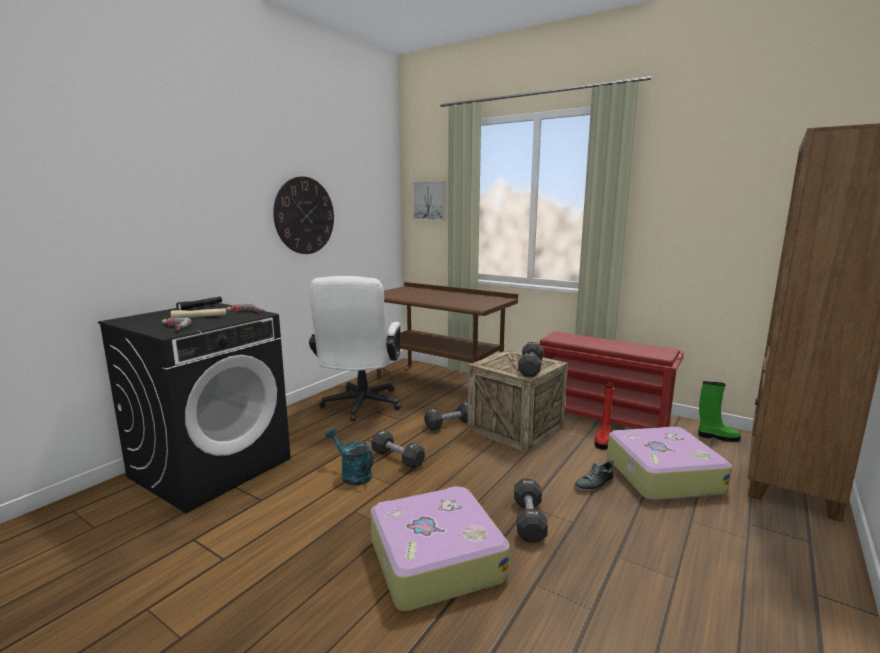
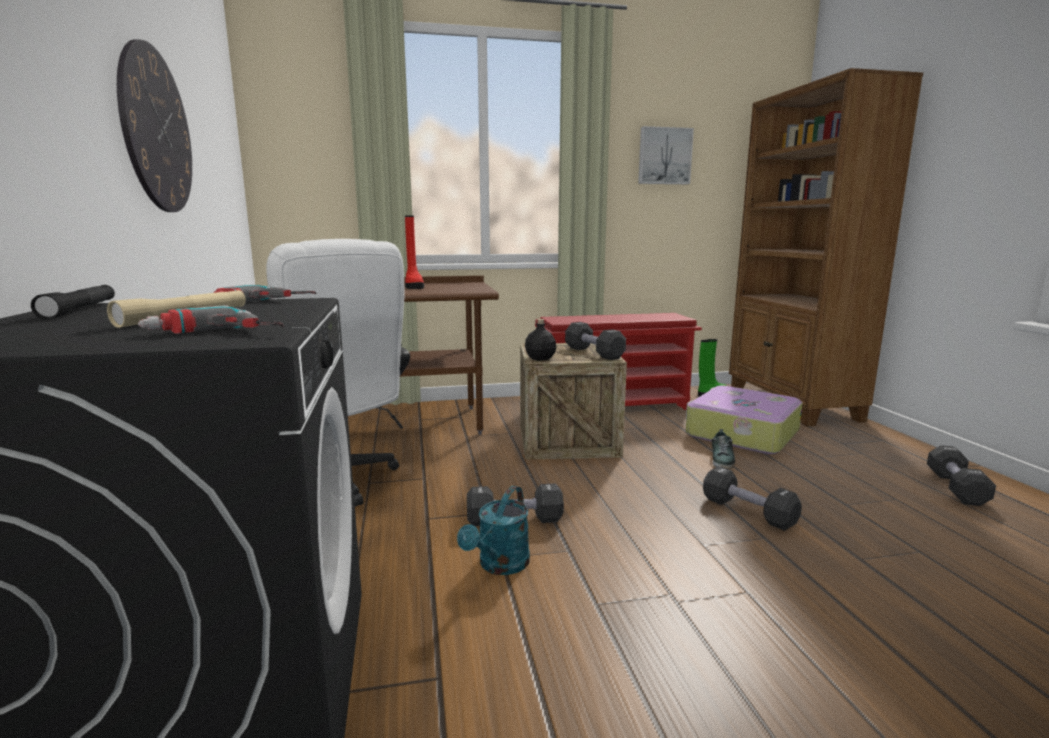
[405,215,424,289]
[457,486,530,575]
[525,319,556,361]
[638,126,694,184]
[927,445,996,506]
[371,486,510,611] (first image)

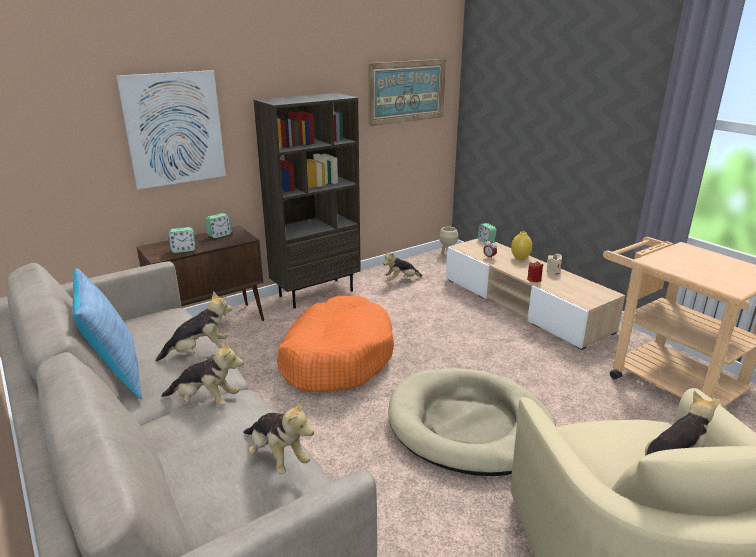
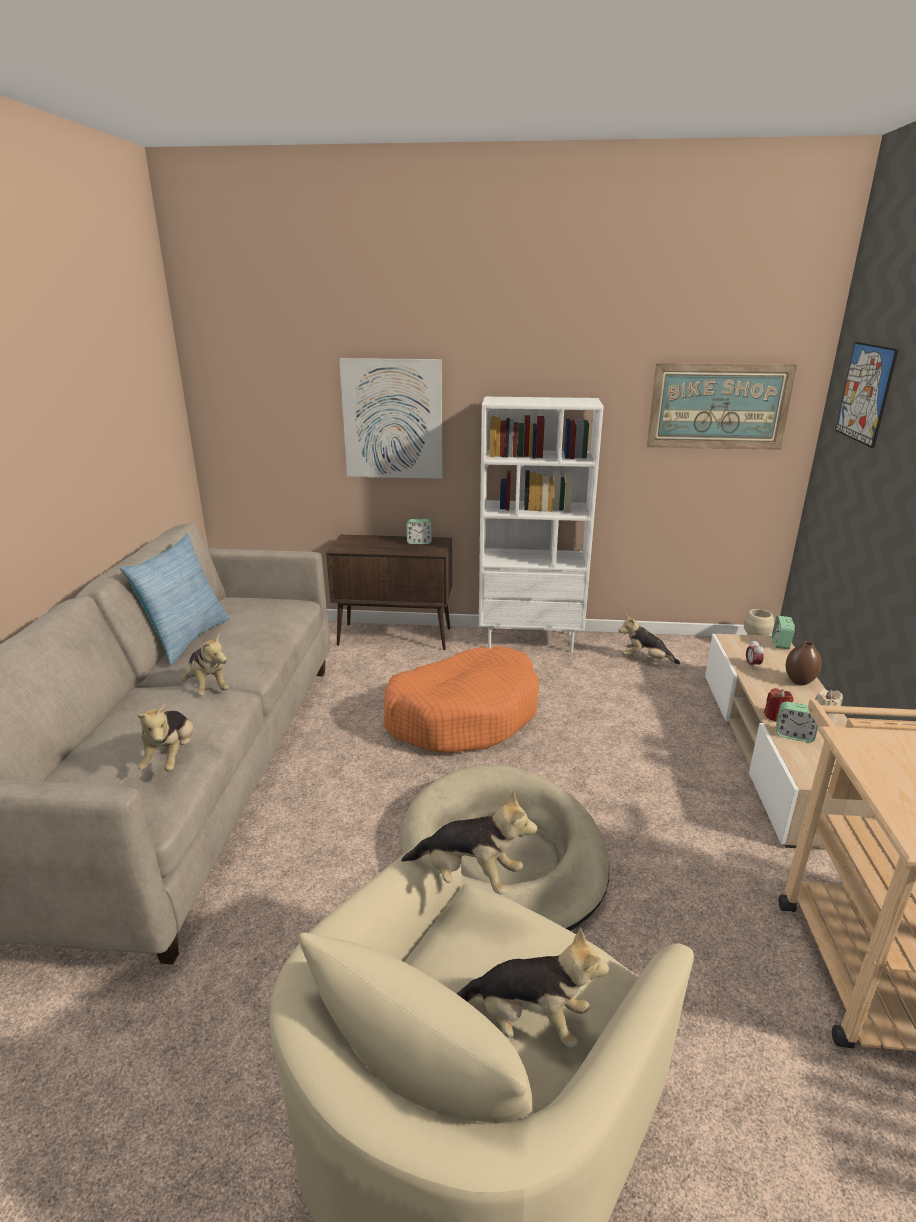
[401,790,537,895]
[479,397,604,652]
[776,702,818,742]
[786,641,822,685]
[835,342,899,448]

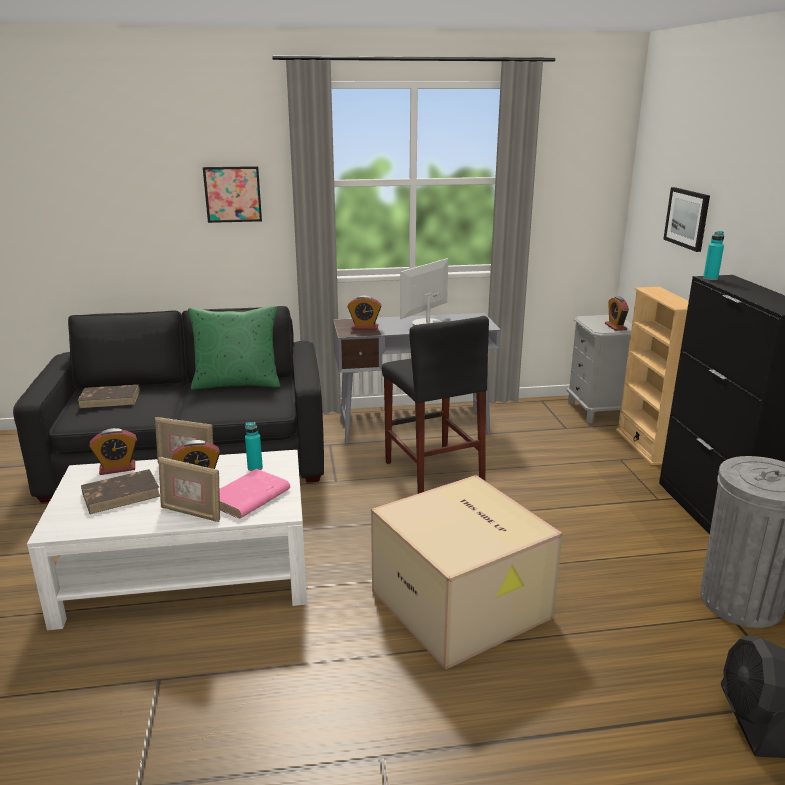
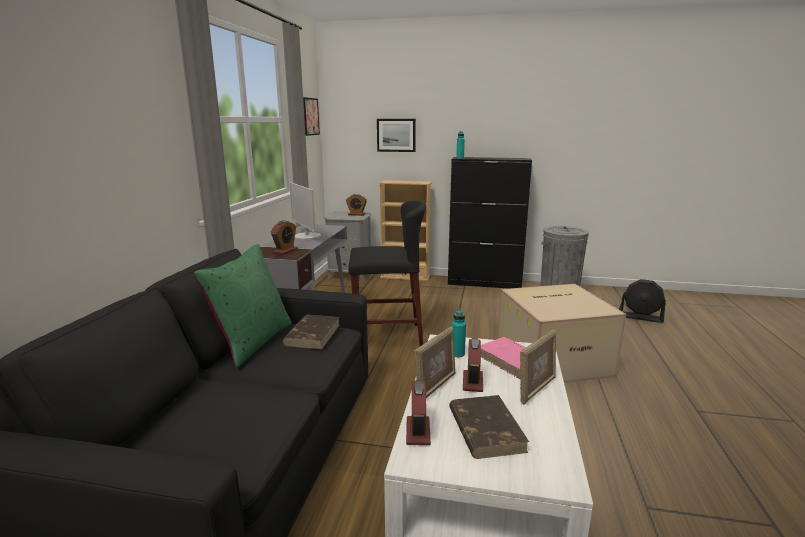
[282,315,340,349]
[303,97,320,136]

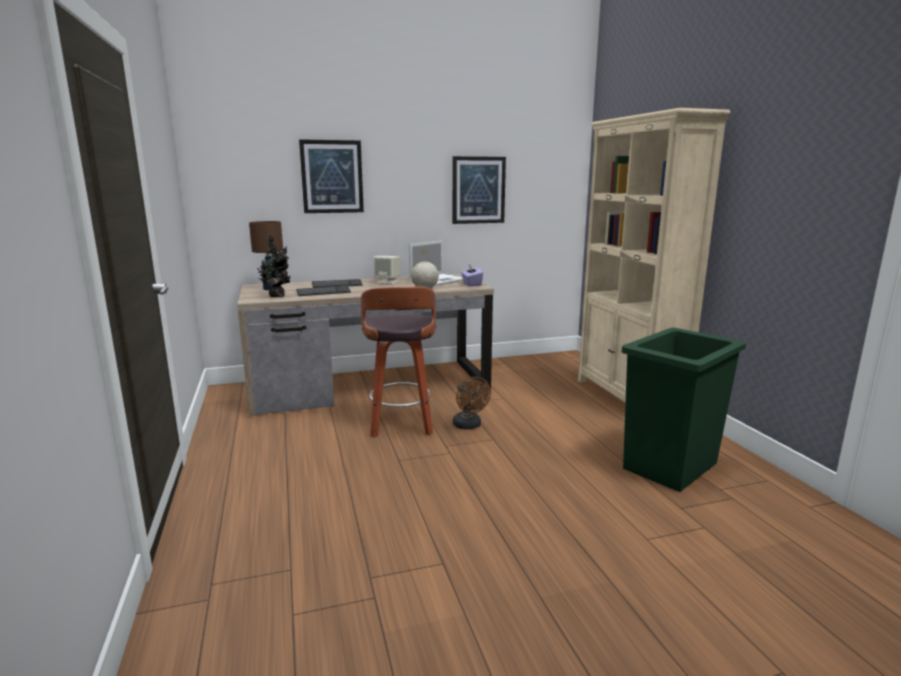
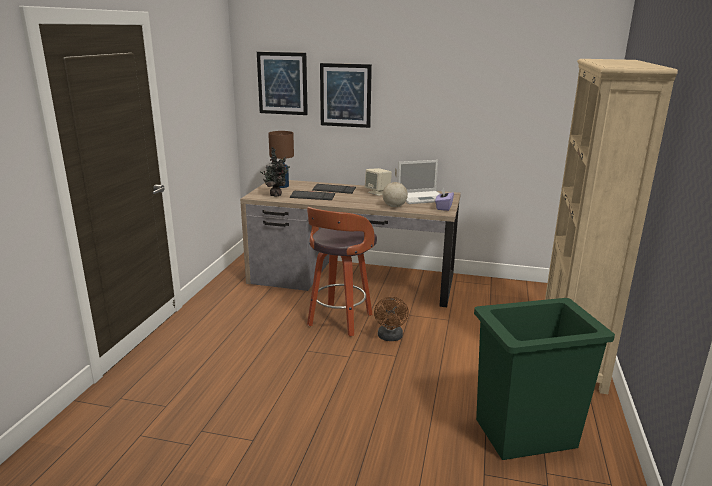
[257,52,308,115]

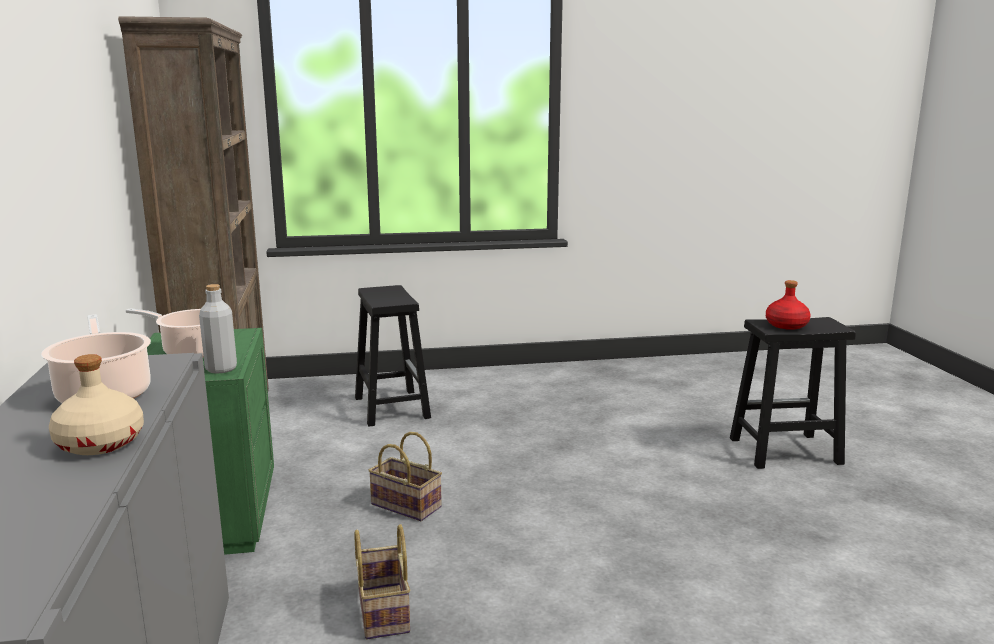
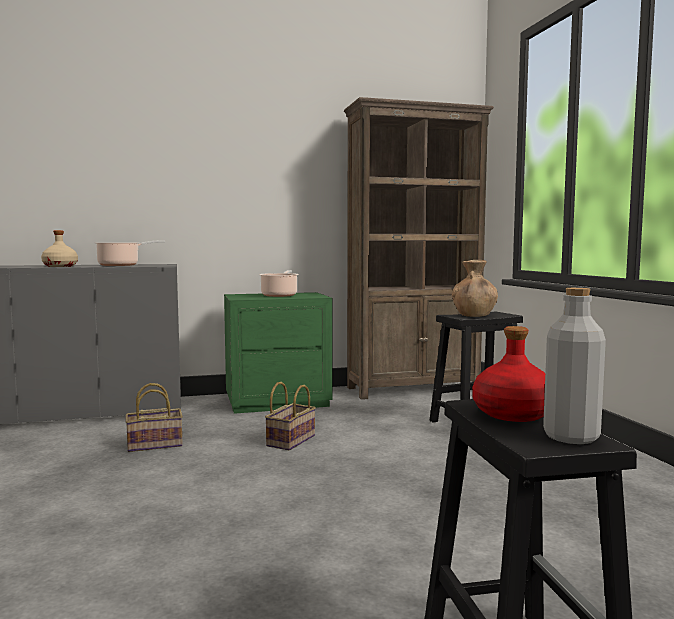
[452,260,498,317]
[543,288,606,444]

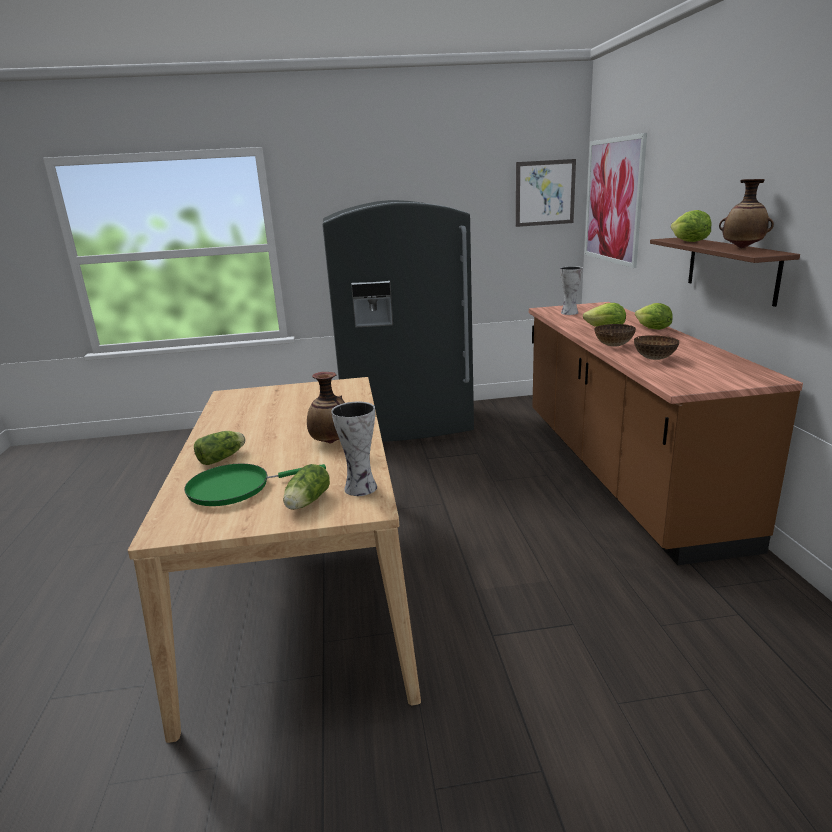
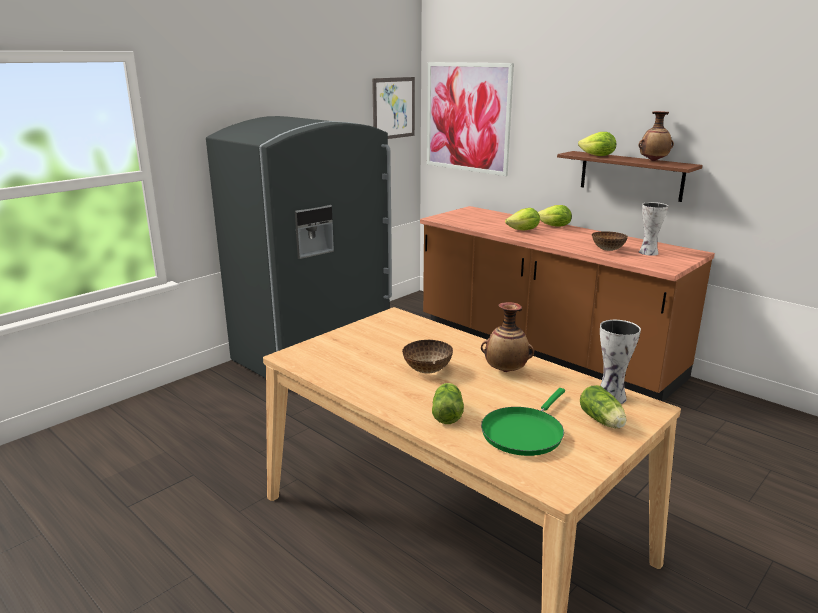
[402,340,453,374]
[639,202,668,256]

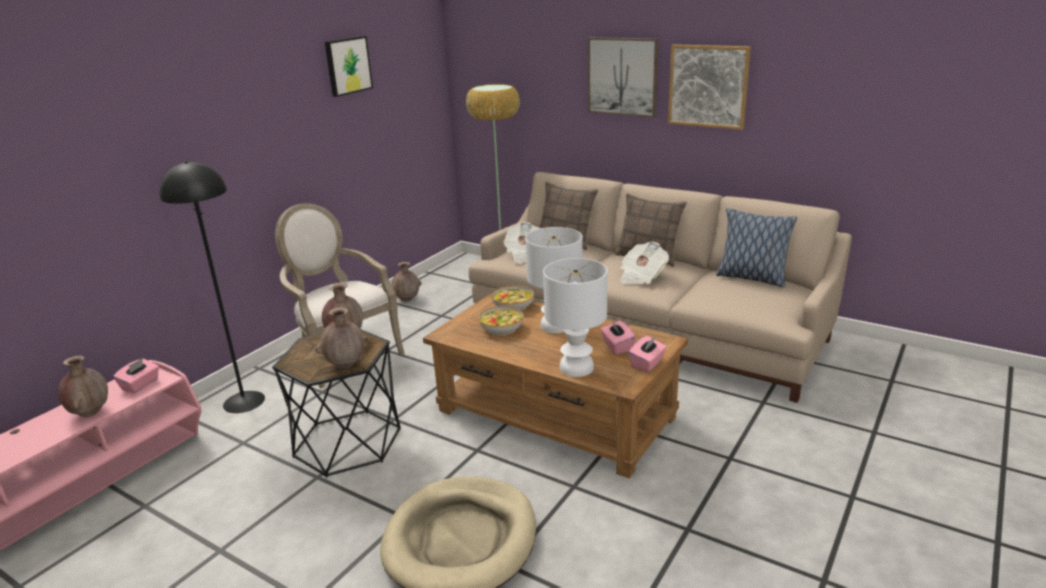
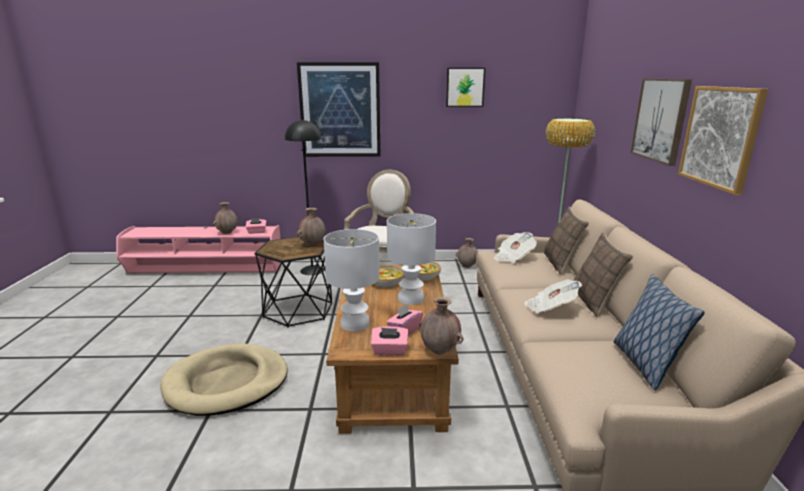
[297,62,381,157]
[419,297,463,355]

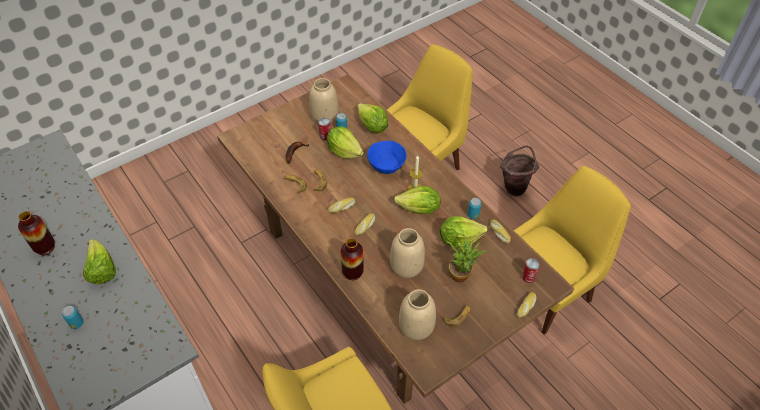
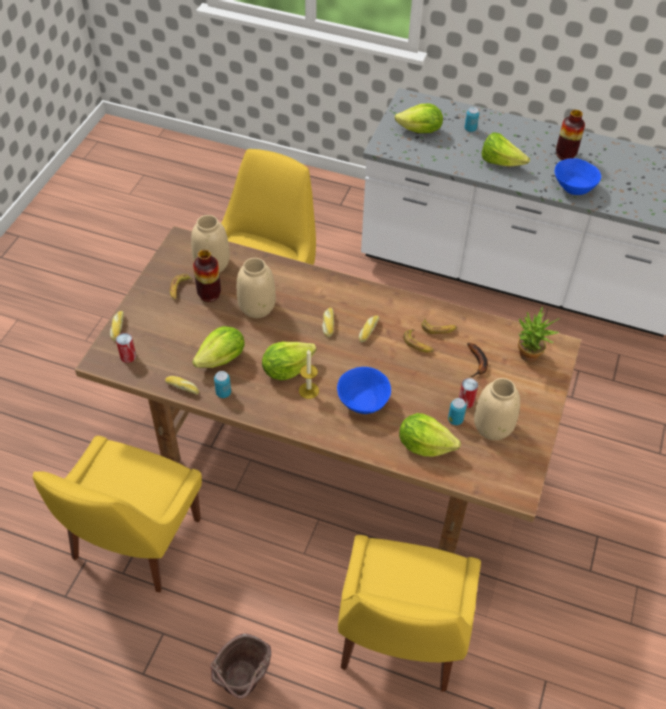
[193,250,221,302]
[395,104,443,133]
[518,306,560,362]
[555,158,601,195]

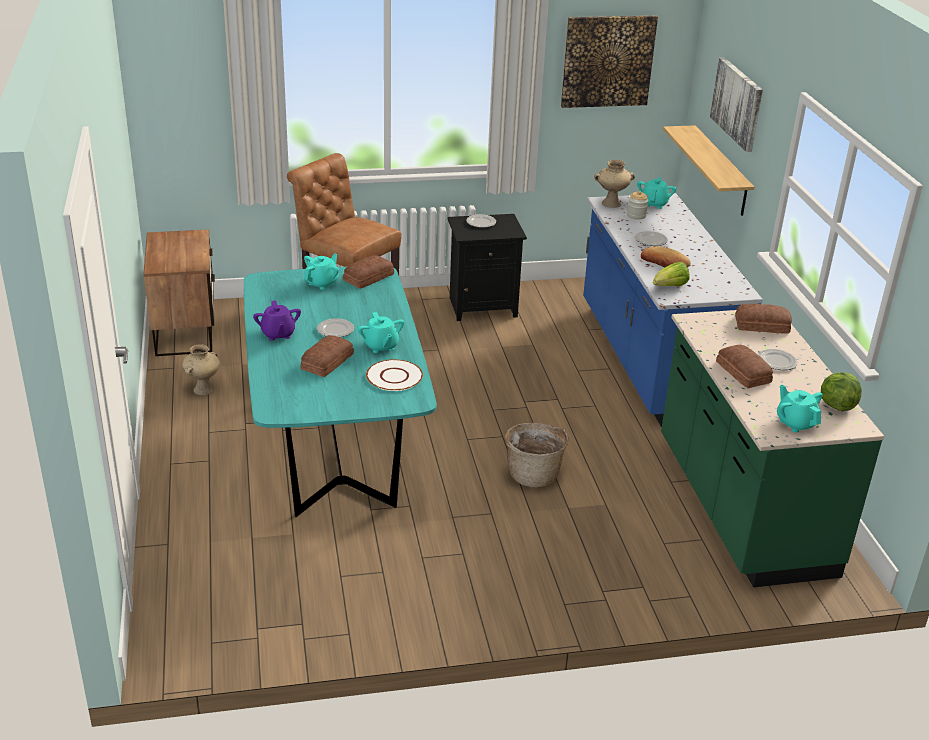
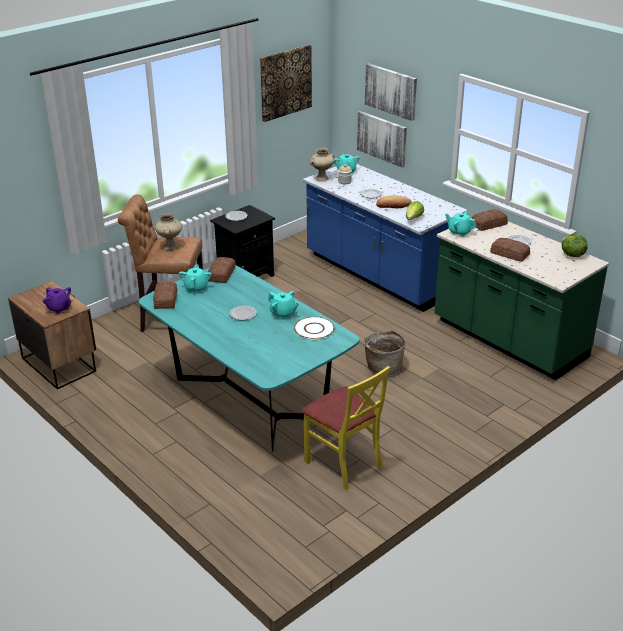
[43,287,71,314]
[153,282,177,309]
[155,213,182,251]
[302,366,390,490]
[357,111,407,168]
[445,211,477,237]

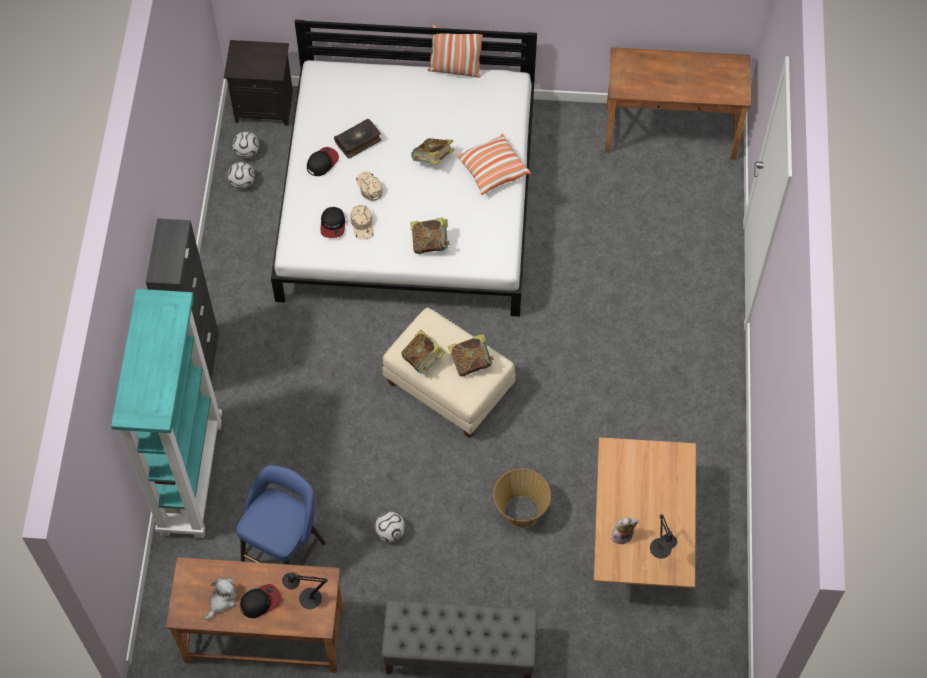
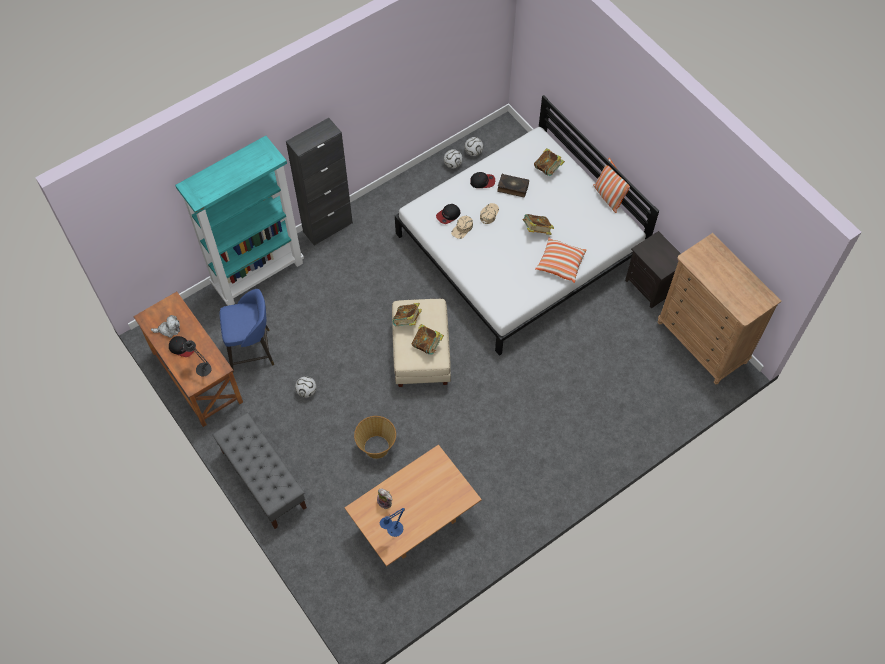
[380,508,405,537]
[534,148,565,176]
[625,231,681,308]
[658,233,781,384]

